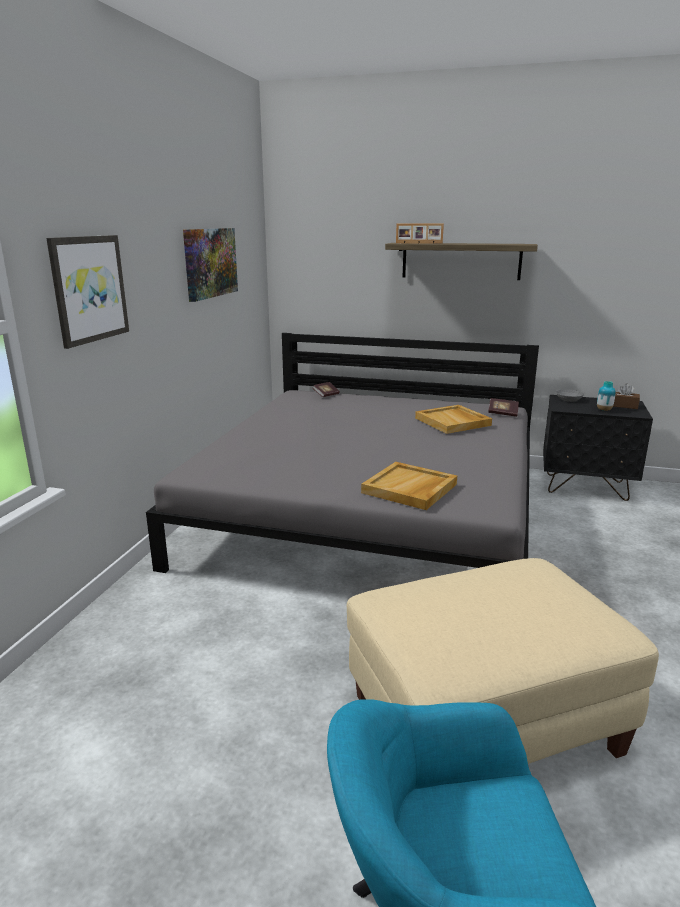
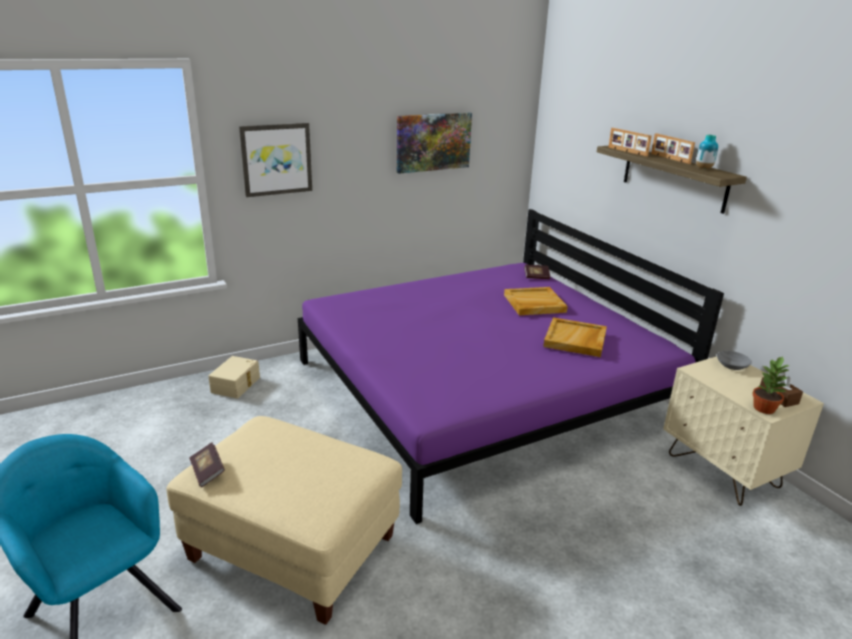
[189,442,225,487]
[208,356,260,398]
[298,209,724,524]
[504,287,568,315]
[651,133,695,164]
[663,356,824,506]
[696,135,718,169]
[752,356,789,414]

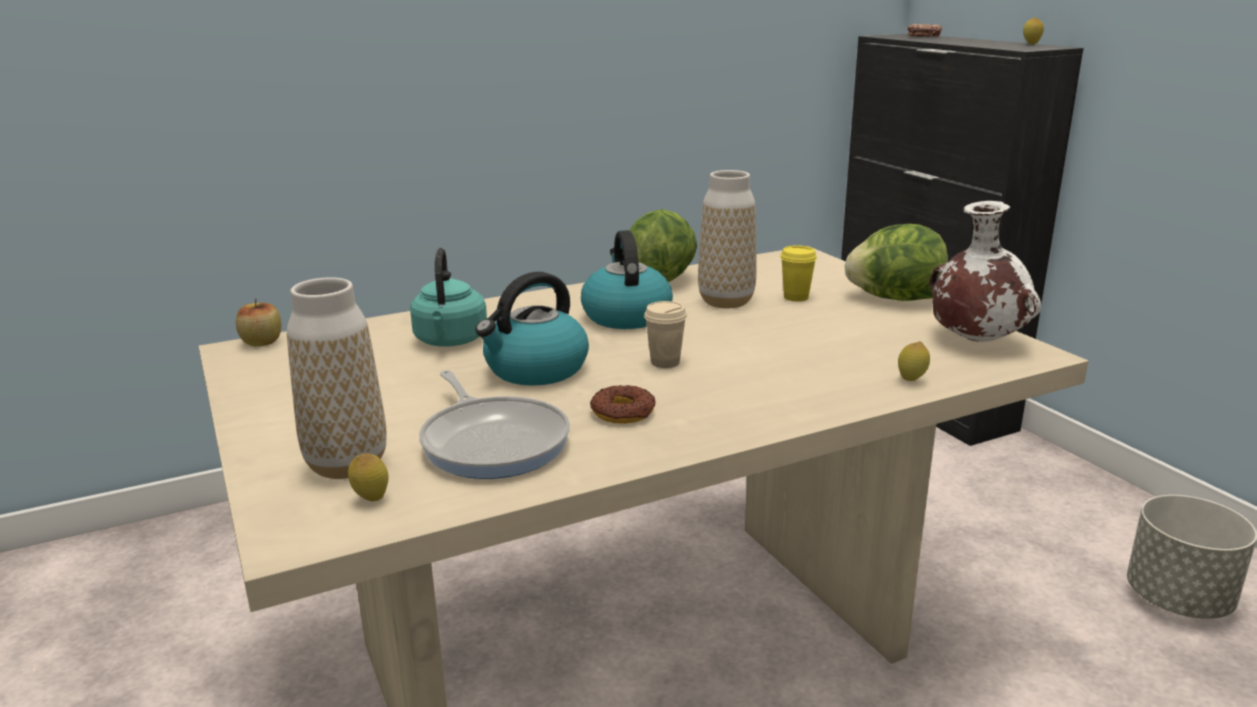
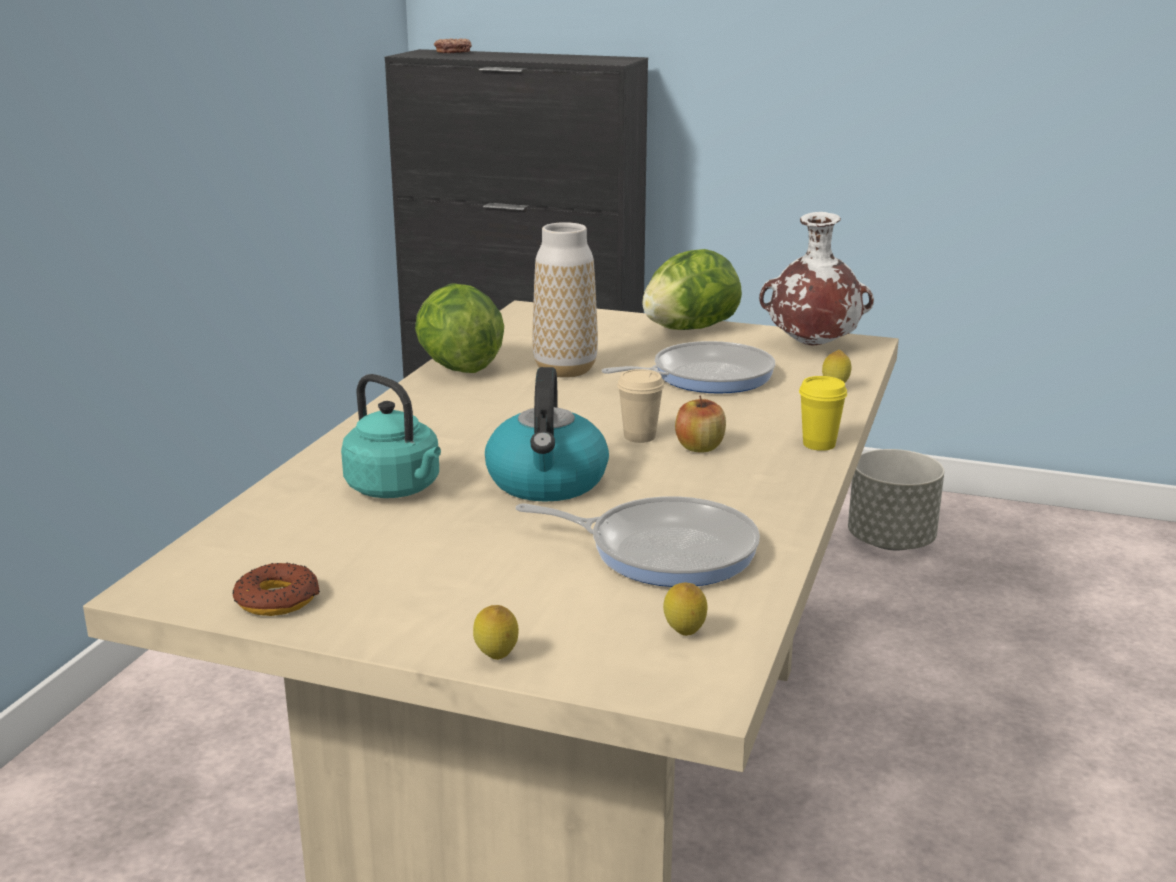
[233,562,320,616]
[473,605,519,660]
[602,341,775,394]
[675,395,726,453]
[799,376,847,451]
[287,277,387,479] (first image)
[581,230,673,329] (first image)

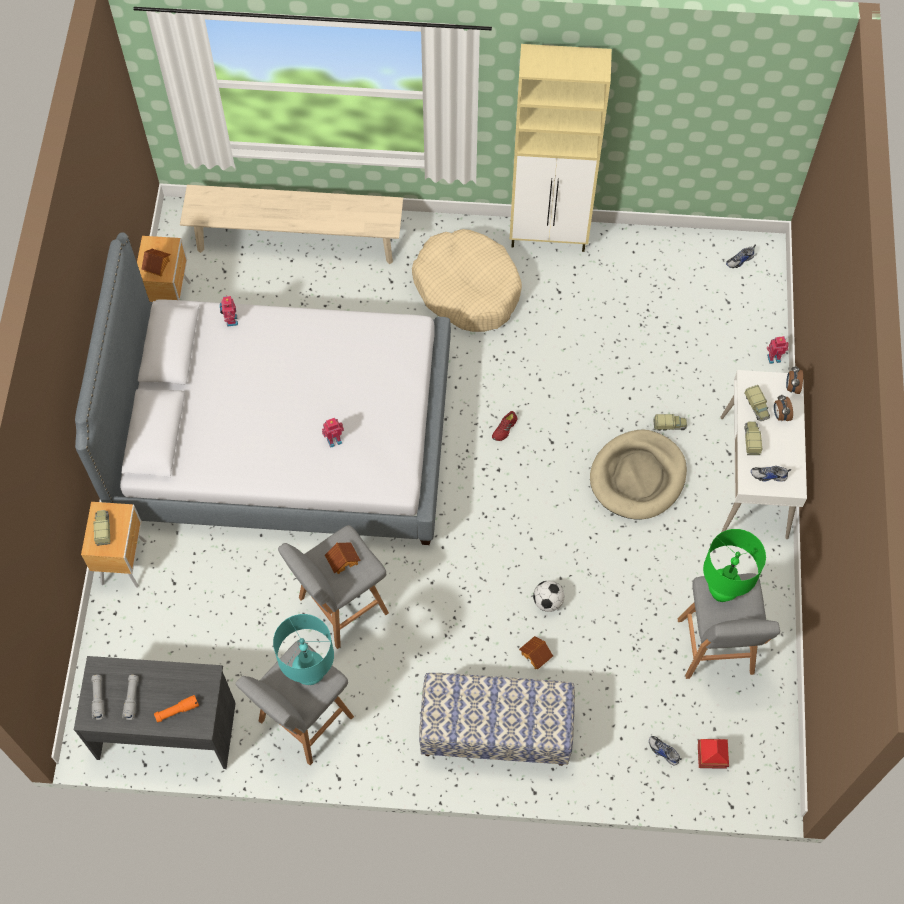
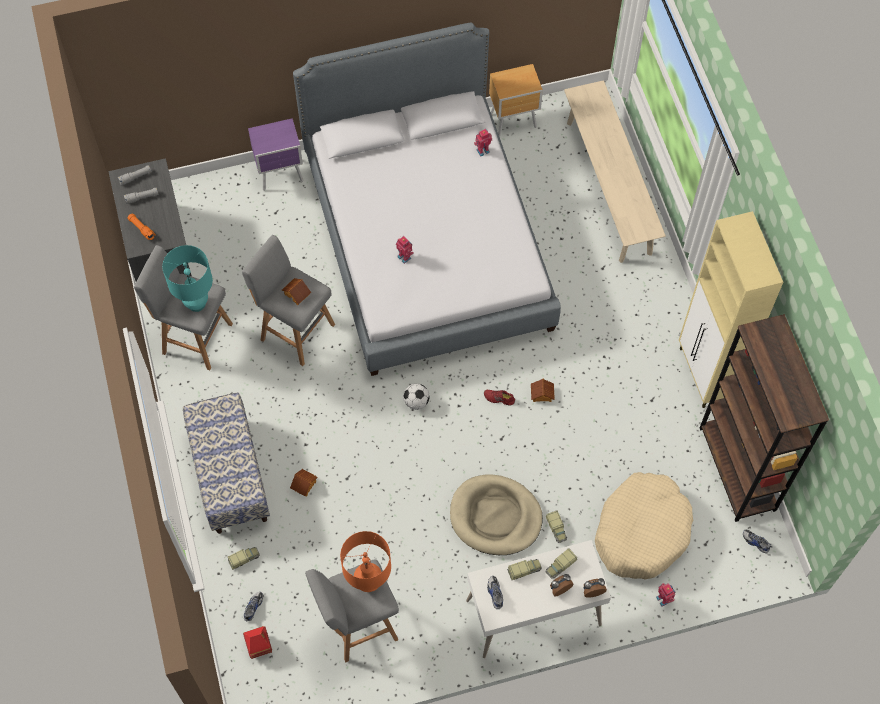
[228,547,260,570]
[248,118,304,191]
[340,531,391,592]
[403,383,430,410]
[531,379,555,402]
[595,472,693,579]
[700,314,829,522]

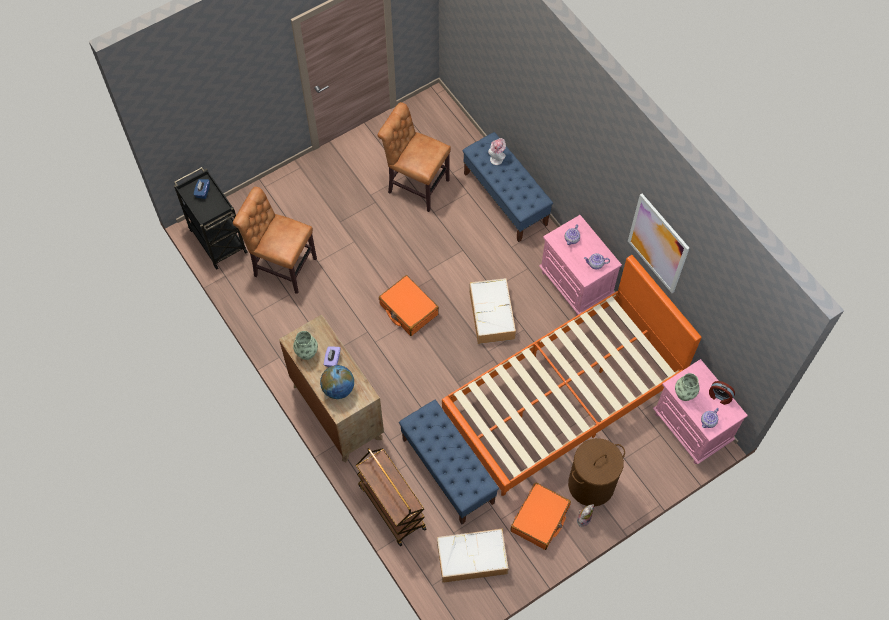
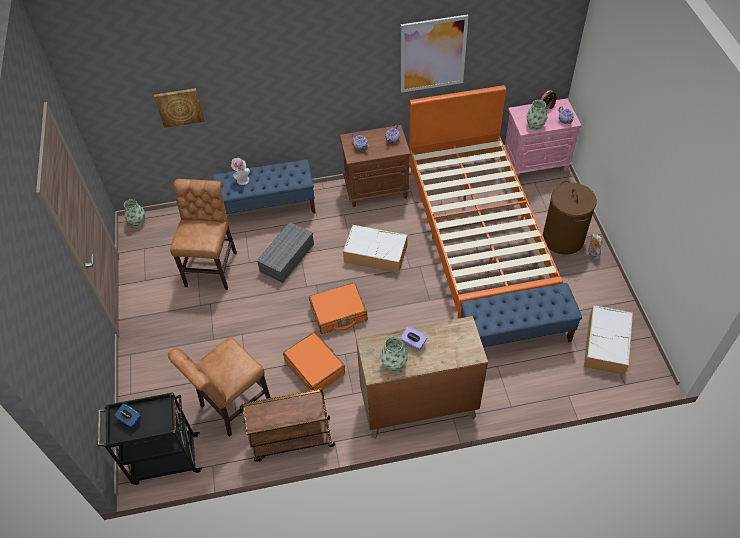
[124,199,145,227]
[154,88,205,128]
[170,179,237,290]
[240,389,335,462]
[257,222,314,283]
[283,332,345,391]
[340,125,411,207]
[320,365,354,399] (first image)

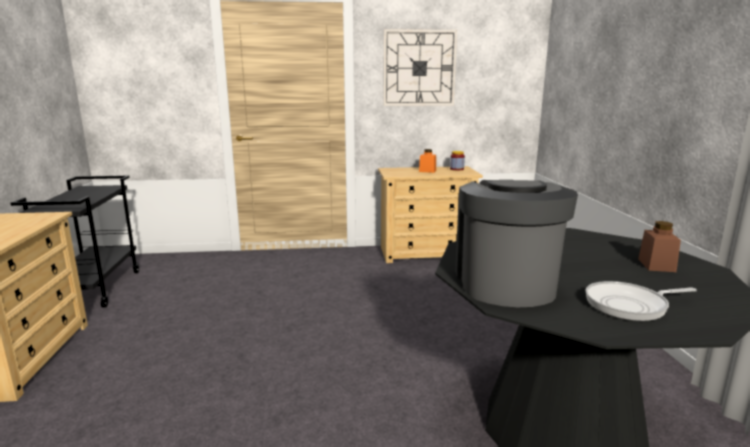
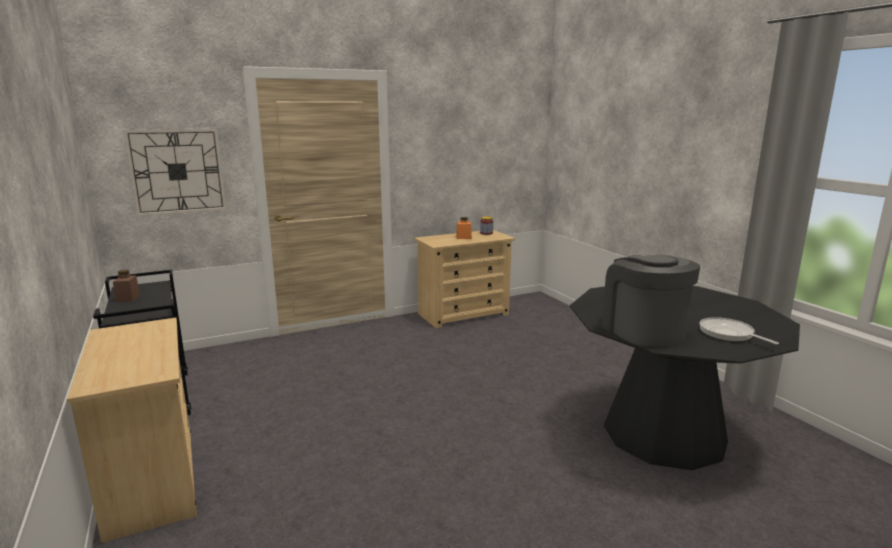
[113,270,140,302]
[123,128,226,216]
[700,317,779,345]

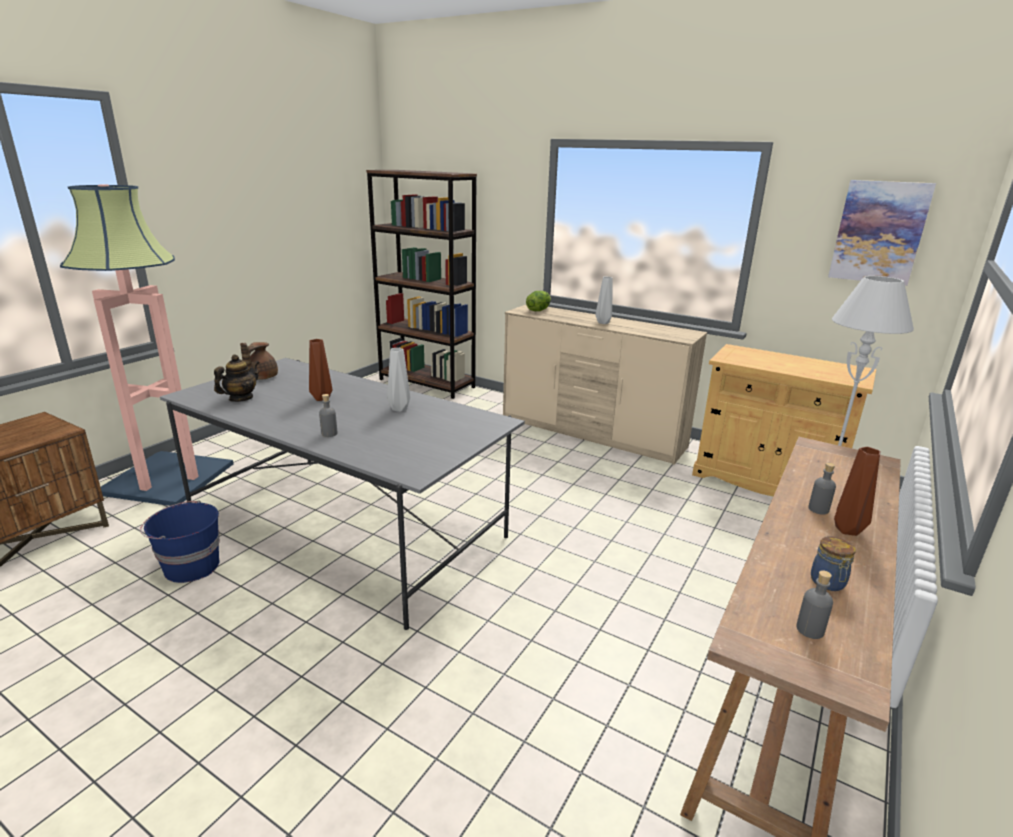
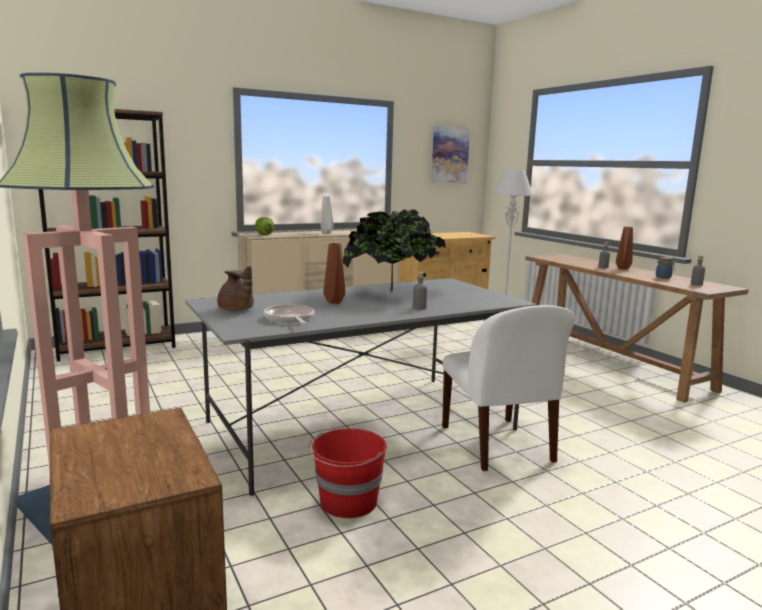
[264,305,314,324]
[309,428,387,518]
[343,209,446,291]
[442,305,575,471]

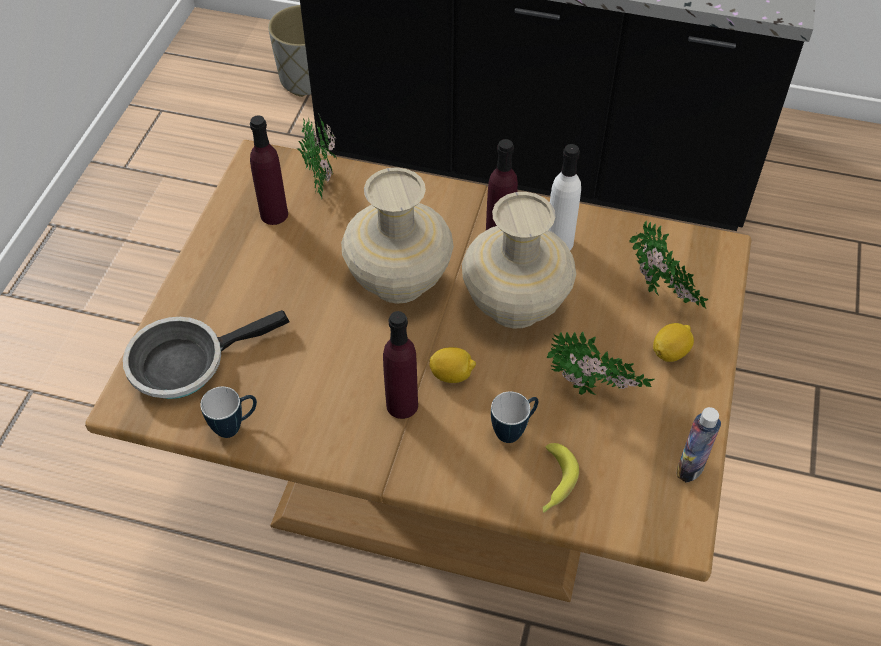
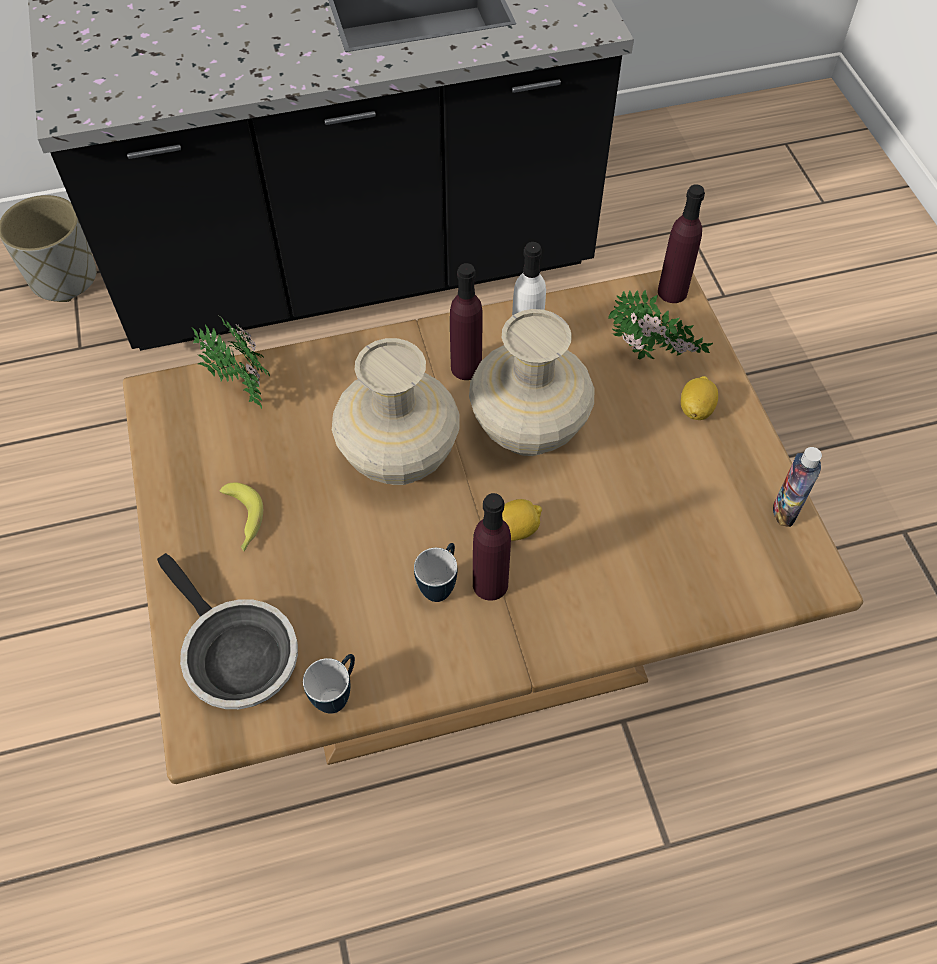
[157,553,298,709]
[220,482,263,551]
[414,543,457,602]
[658,184,705,303]
[546,332,655,395] (first image)

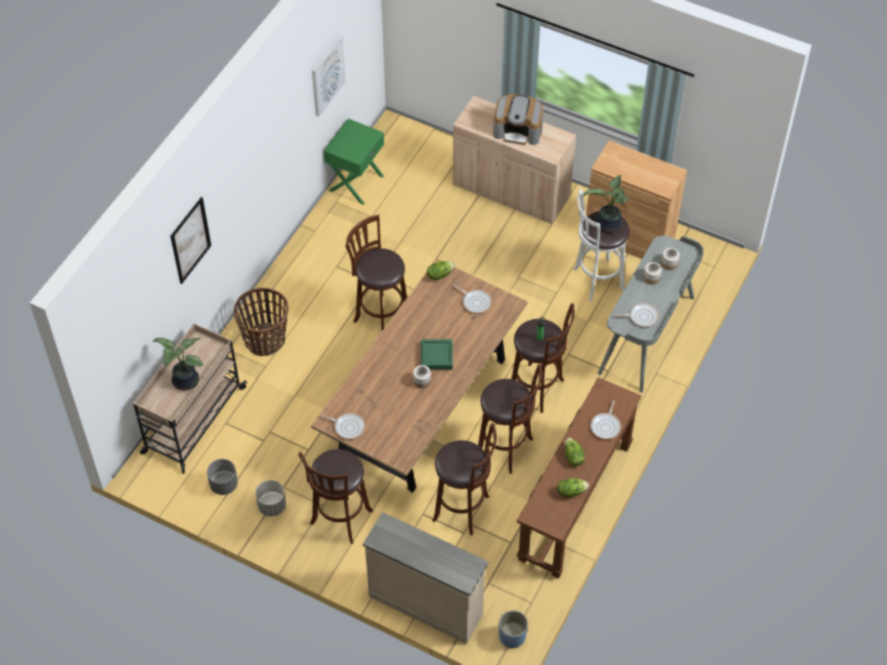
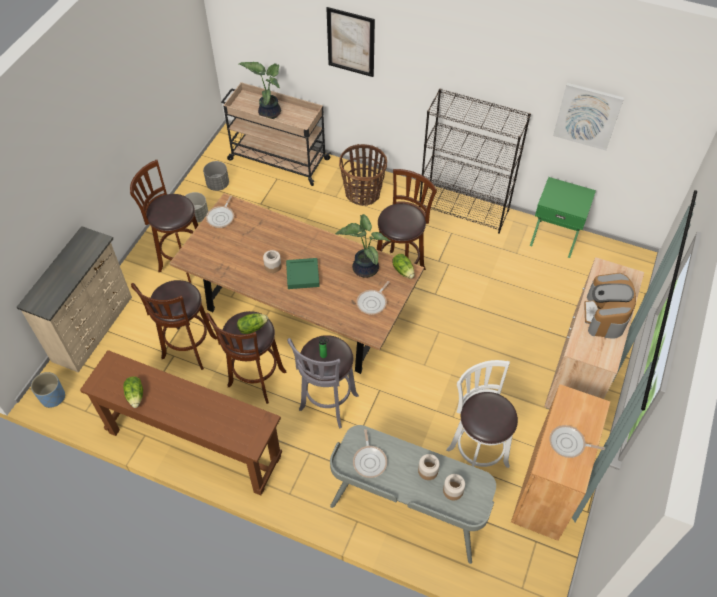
[237,313,268,334]
[287,335,359,429]
[336,214,390,278]
[419,89,531,234]
[550,425,605,458]

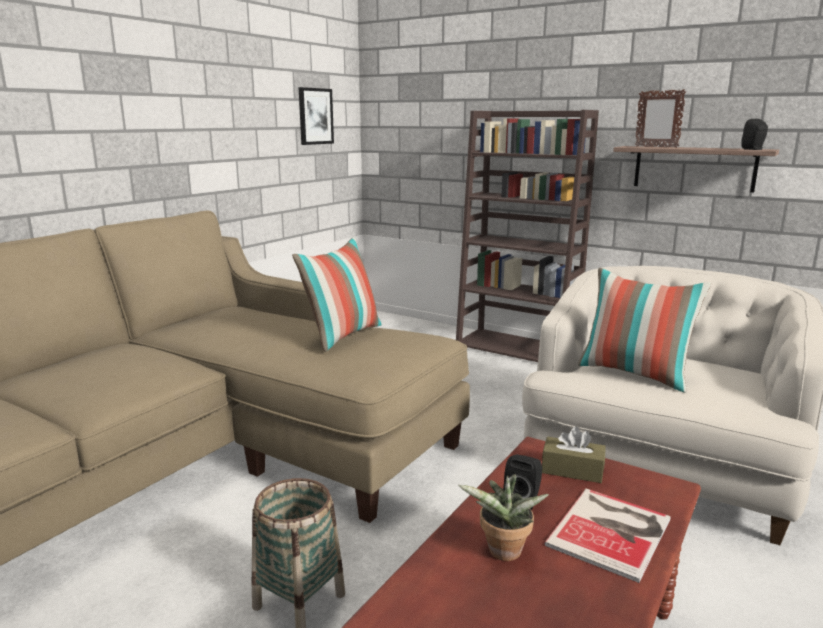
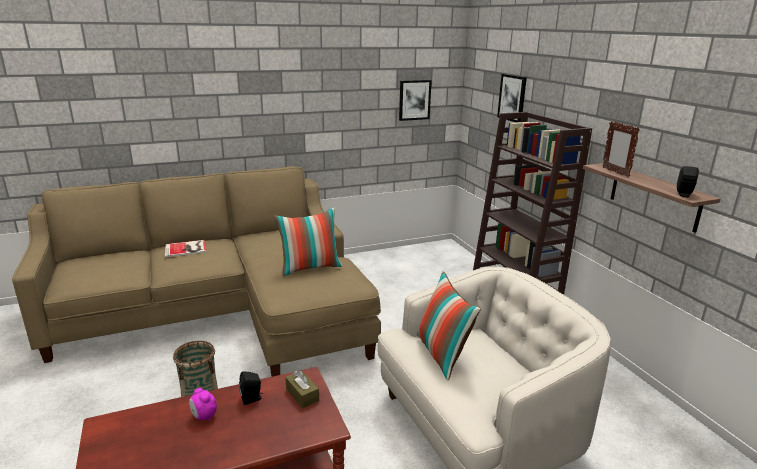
[165,240,206,257]
[189,388,217,421]
[497,74,527,123]

